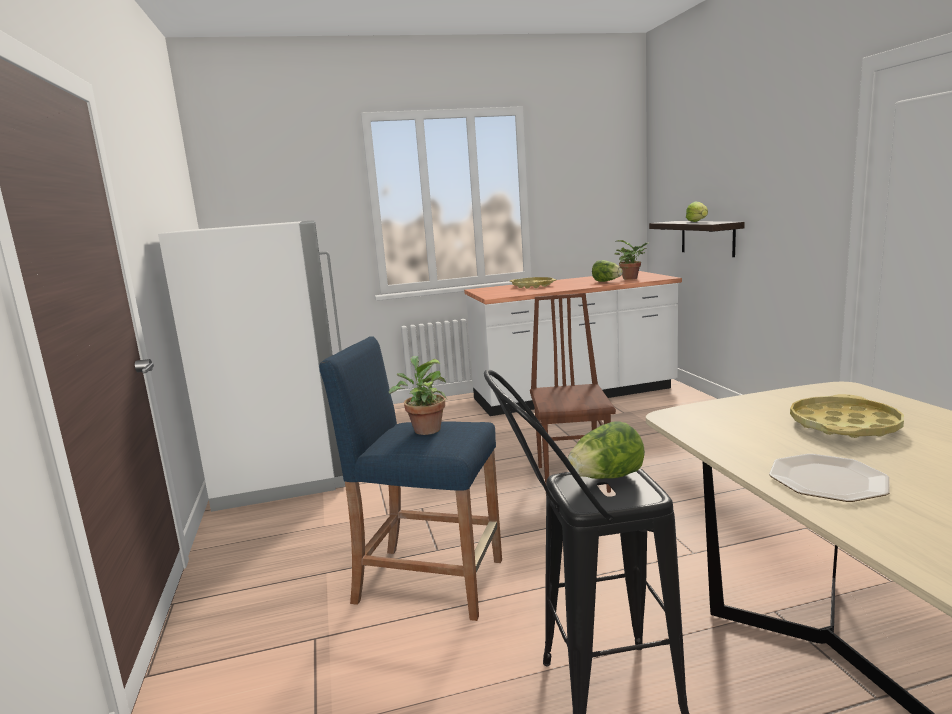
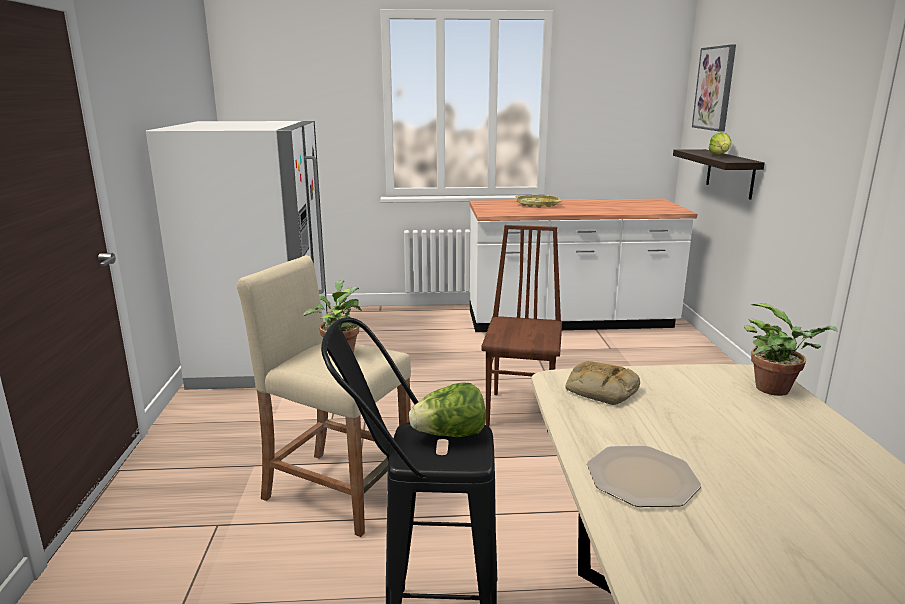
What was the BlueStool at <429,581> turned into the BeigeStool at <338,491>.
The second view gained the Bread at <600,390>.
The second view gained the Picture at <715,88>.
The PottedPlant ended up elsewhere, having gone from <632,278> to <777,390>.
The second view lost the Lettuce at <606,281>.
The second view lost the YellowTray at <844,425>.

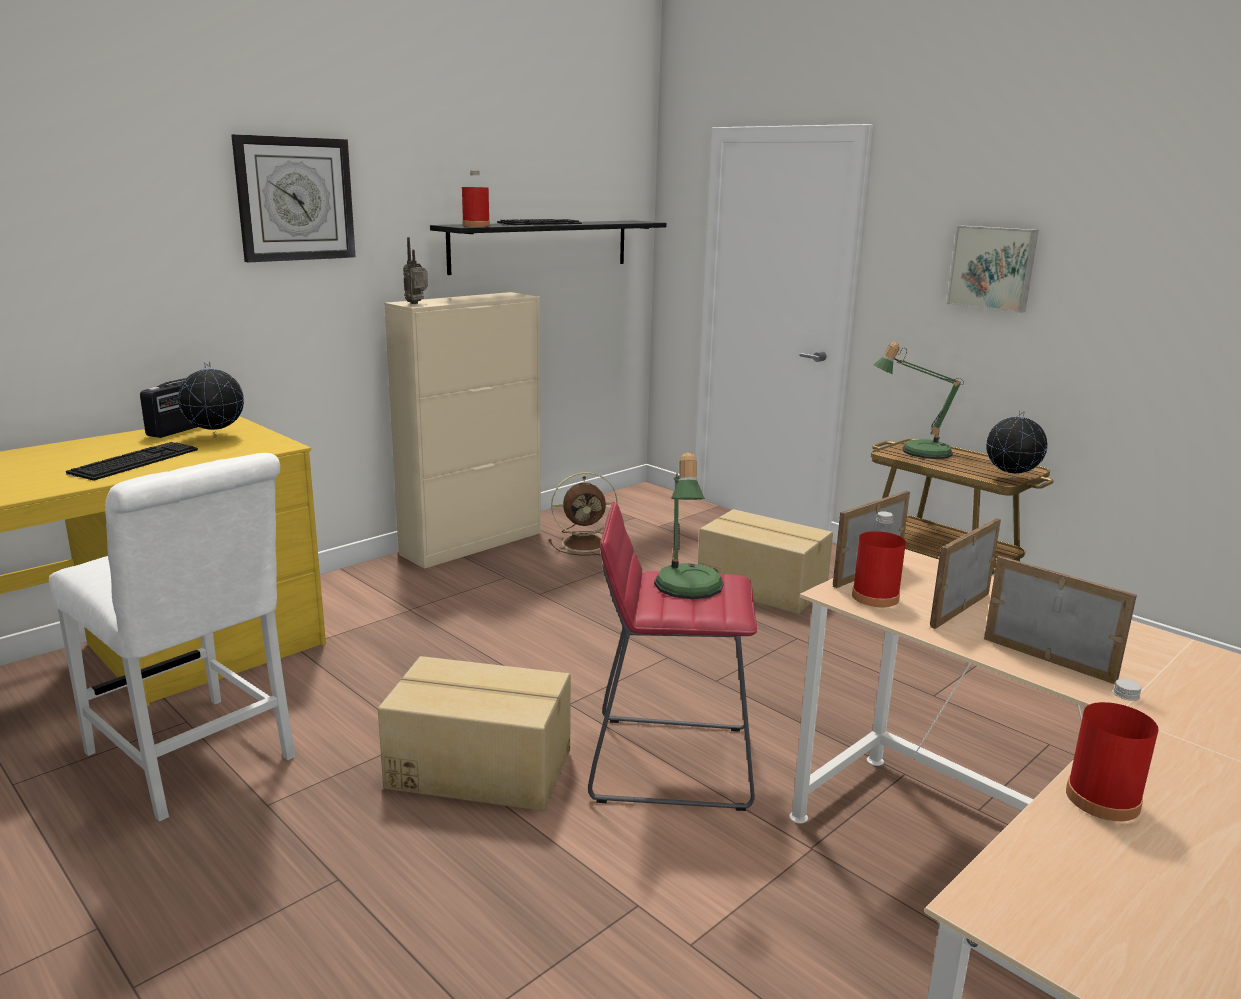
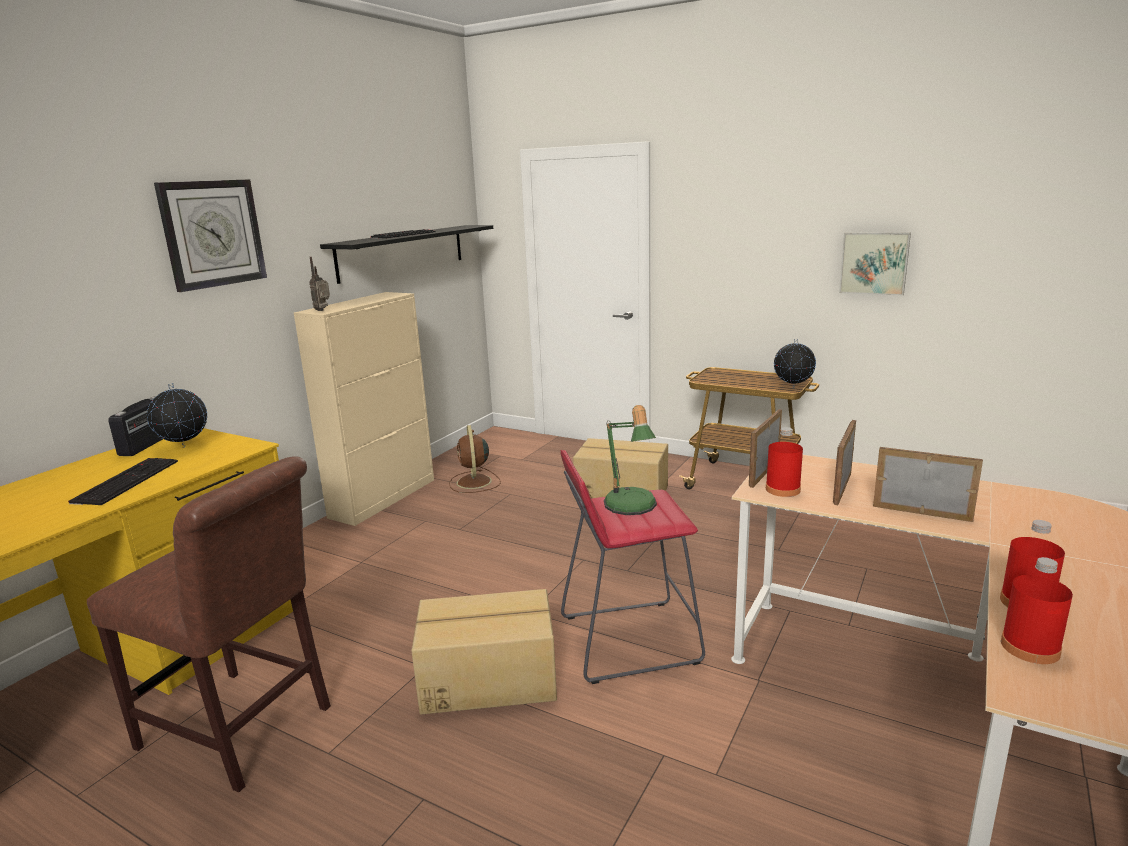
What was the WhiteChair at <195,760> turned into the BrownChair at <242,730>.
The BrownFan at <586,543> ended up facing another way, 105 degrees clockwise from before.
The Picture ended up elsewhere, having gone from <993,268> to <874,263>.
The RedBottle ended up elsewhere, having gone from <476,225> to <1030,647>.
The second view lost the TableLamp at <917,451>.

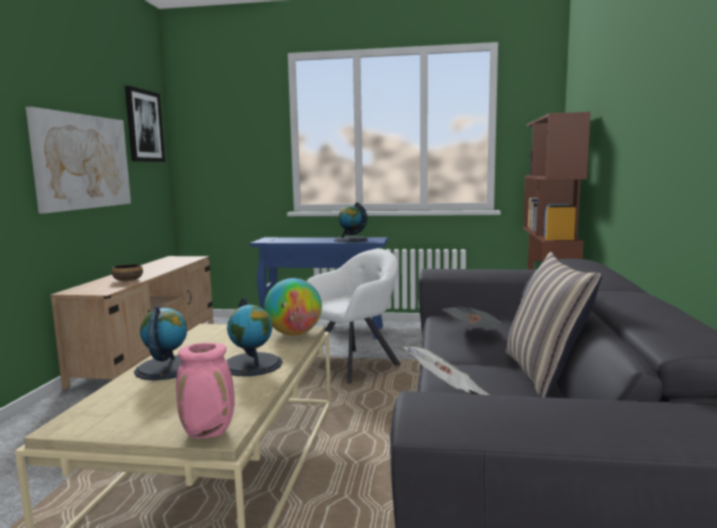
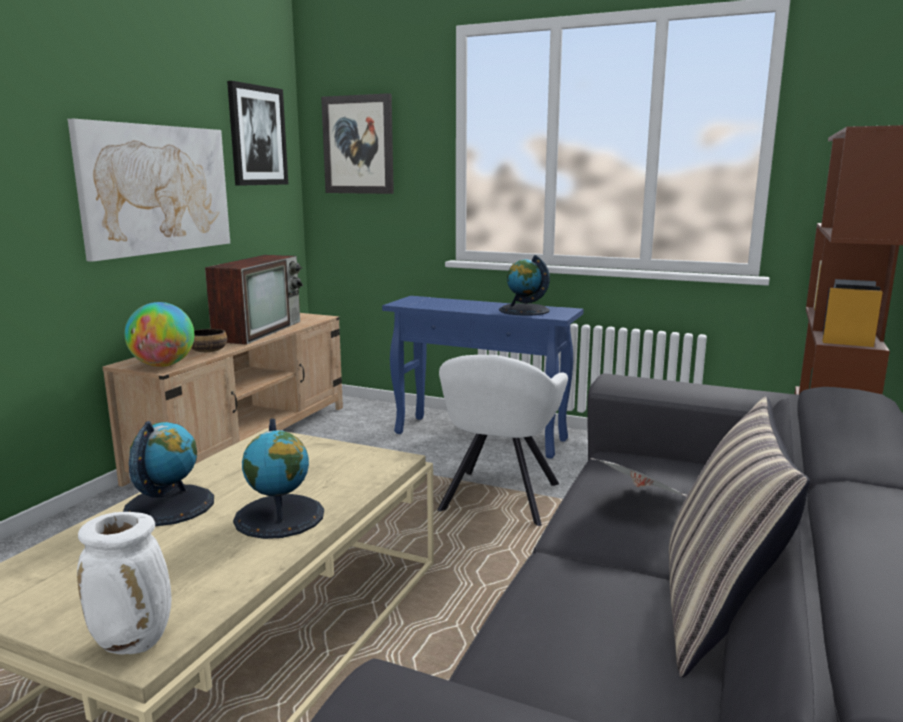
What was the PinkVase at <209,432> turned into the WhiteVase at <135,642>.
The Globe ended up elsewhere, having gone from <294,334> to <163,365>.
The second view gained the Television at <259,330>.
The second view gained the Picture at <358,145>.
The WhiteArmchair at <355,364> ended up facing another way, 135 degrees clockwise from before.
The second view lost the Newspaper at <447,392>.

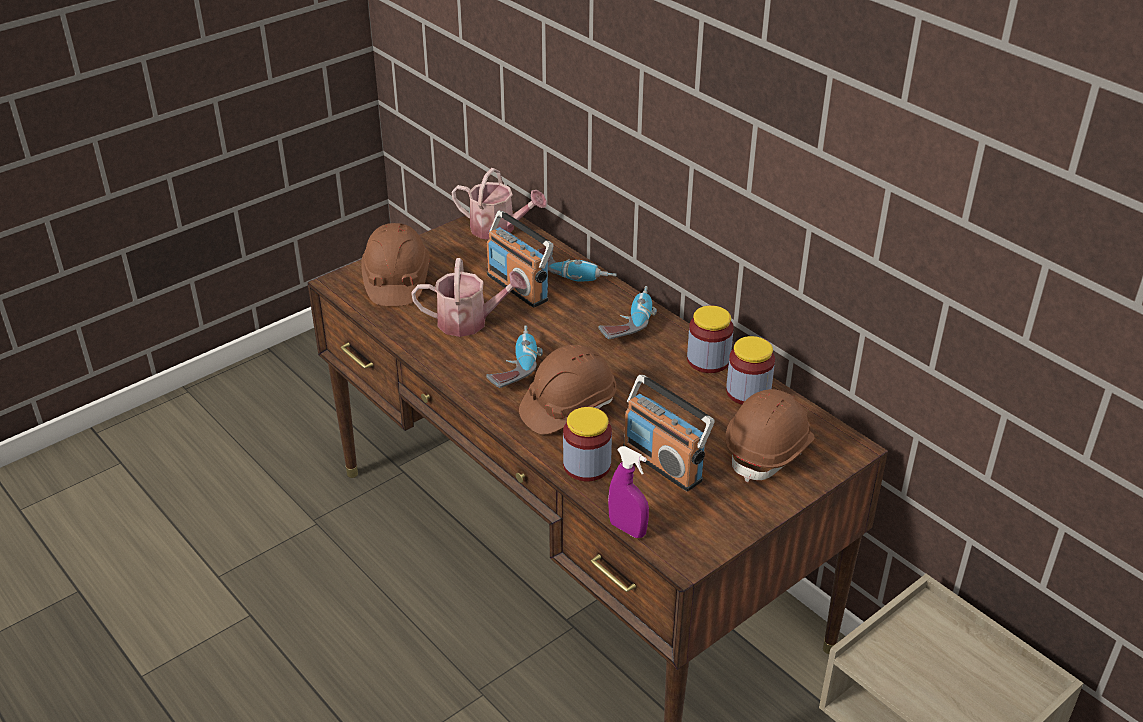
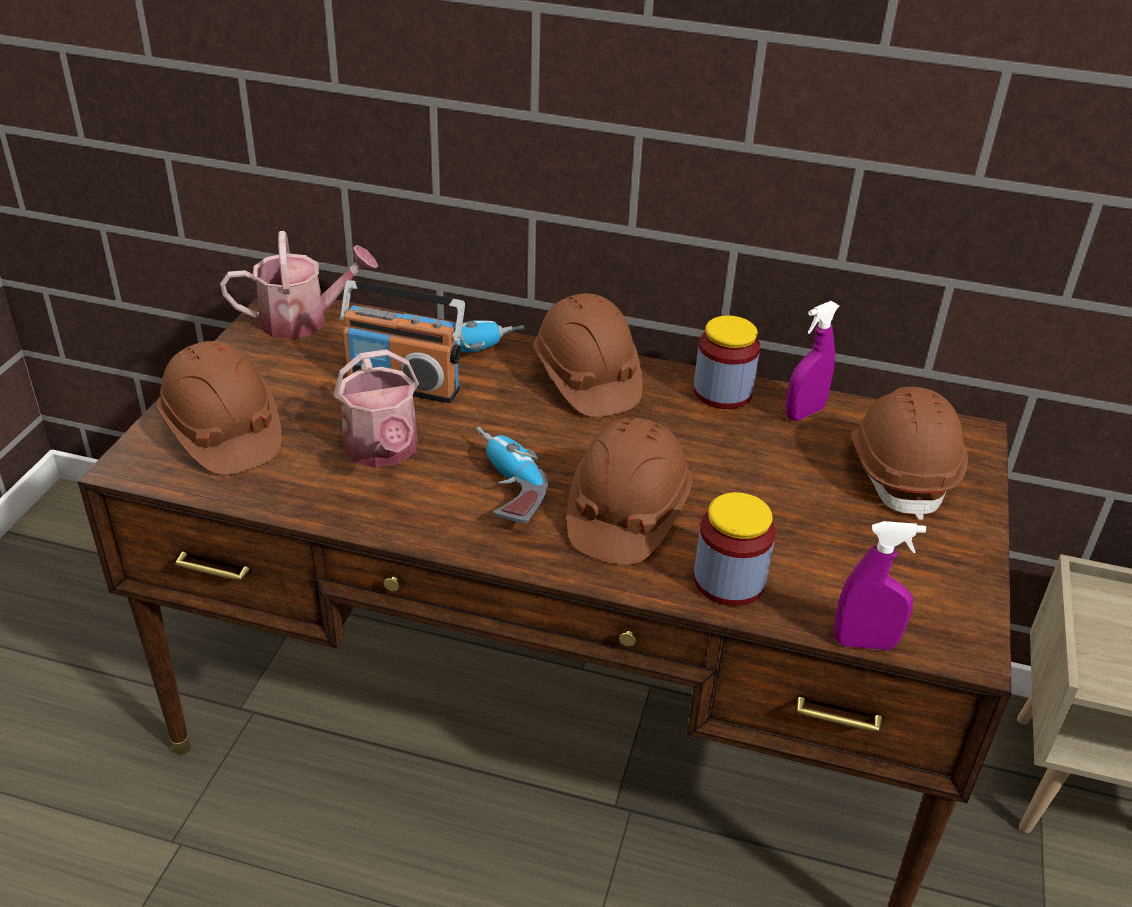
The WateringCan at <470,322> ended up facing another way, 105 degrees clockwise from before.
Where the PowerDrill stood at <629,322>, the BrownHardHat came to stand at <586,380>.
Where the Jar stood at <748,392>, the PurpleSprayBottle came to stand at <804,413>.
The second view lost the Radio at <663,463>.

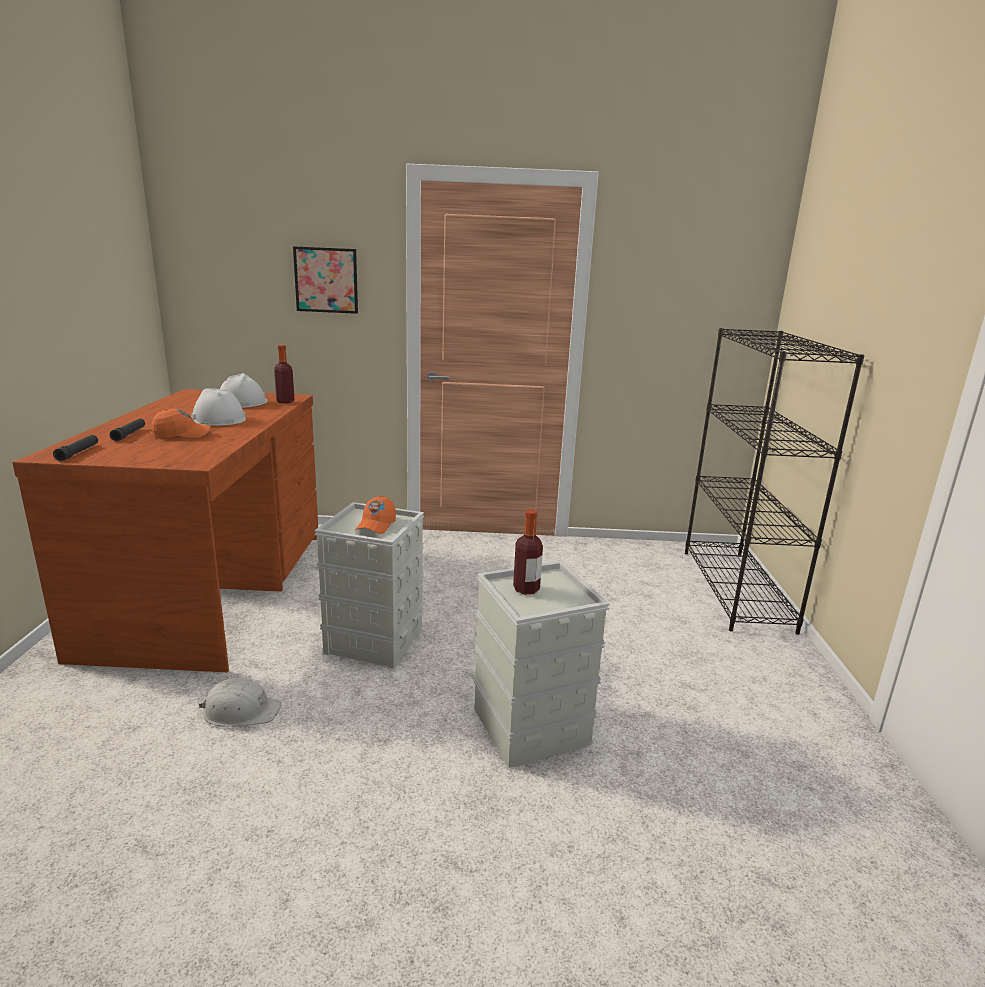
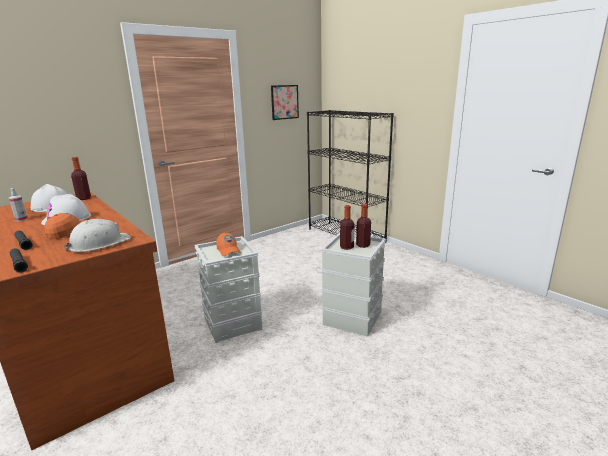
The second view gained the SprayBottle at <21,219>.
The WhiteHardHat ended up elsewhere, having gone from <241,711> to <99,243>.
The Picture ended up elsewhere, having gone from <326,280> to <284,102>.
The second view gained the Bottle at <363,245>.

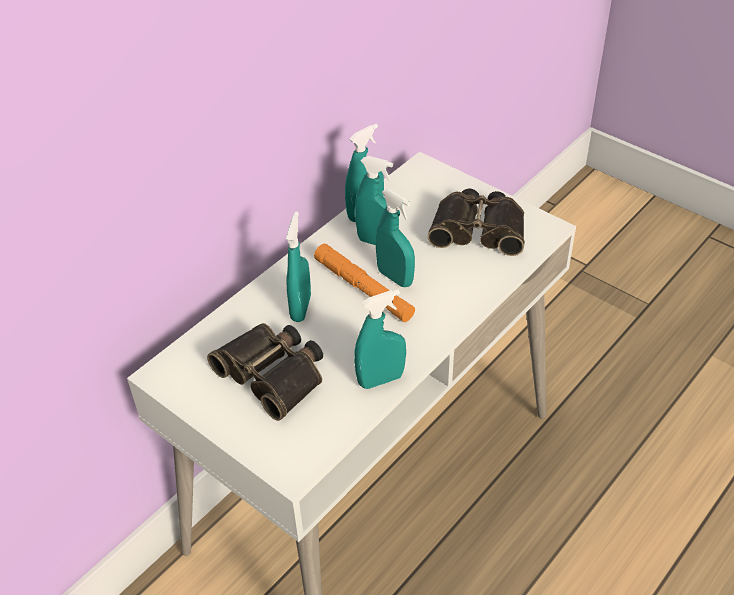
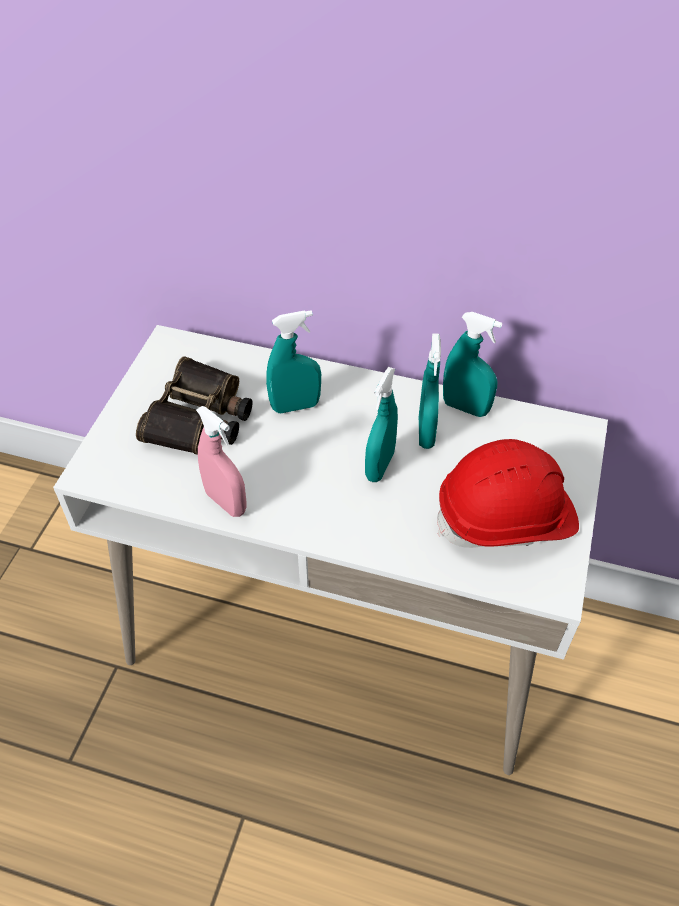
What was the TurquoiseSprayBottle at <381,379> turned into the PinkSprayBottle at <226,502>.
Where the Binoculars stood at <479,229>, the RedHardHat came to stand at <506,518>.
The second view lost the OrangeFlashlight at <363,288>.

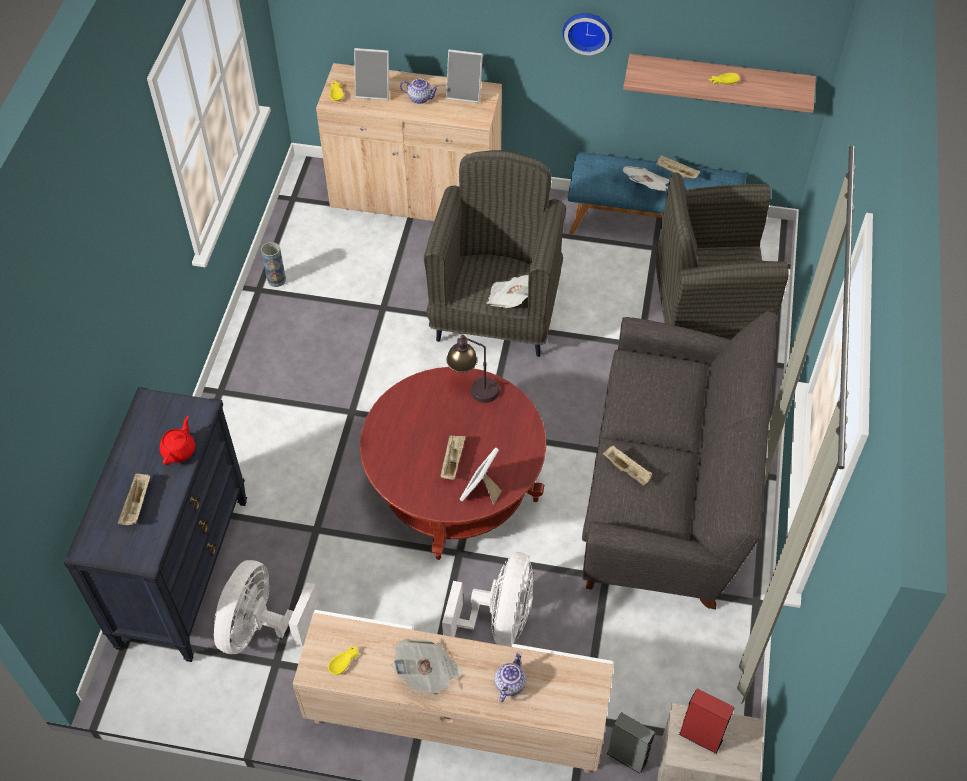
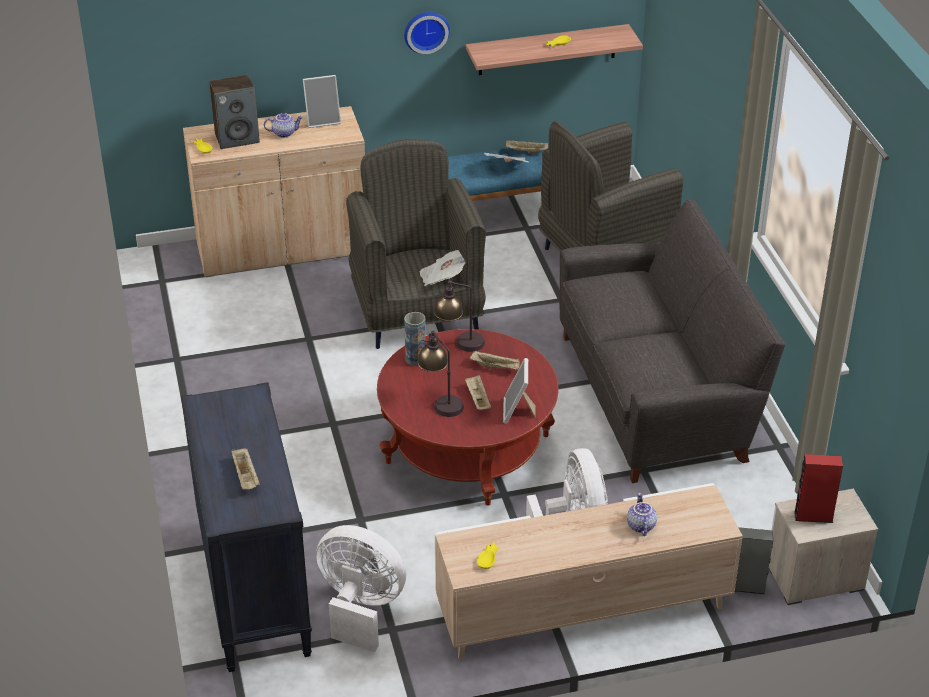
Where the PictureFrame stood at <374,91>, the Speaker came to stand at <237,138>.
The WhiteFan at <261,628> ended up facing another way, 120 degrees clockwise from before.
The Vase ended up elsewhere, having gone from <276,280> to <415,359>.
The second view gained the TableLamp at <440,401>.
The BeigeTray ended up elsewhere, having gone from <627,470> to <496,367>.
The second view lost the RedTeapot at <179,450>.
The second view lost the Newspaper at <428,673>.

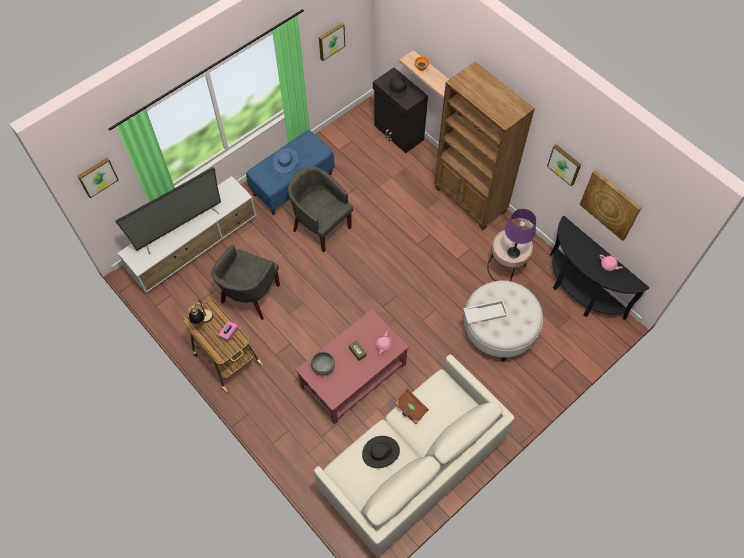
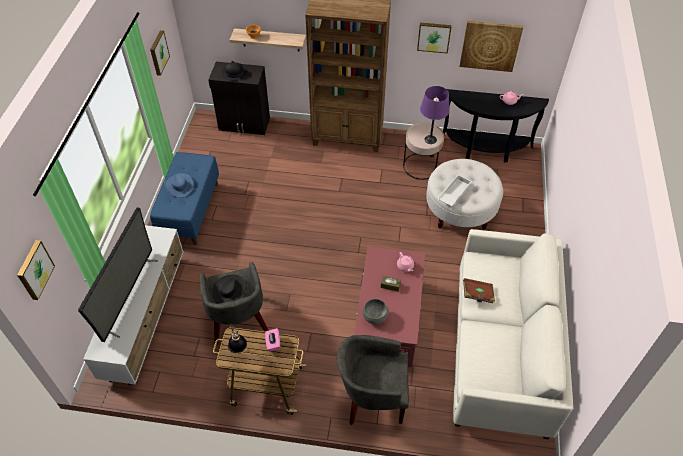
The BlackHat ended up elsewhere, having gone from <381,452> to <230,290>.
The GreyArmchair ended up elsewhere, having gone from <321,226> to <372,398>.

